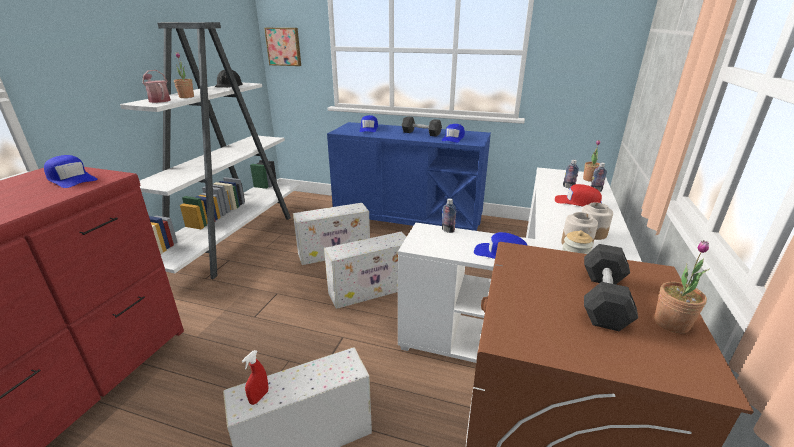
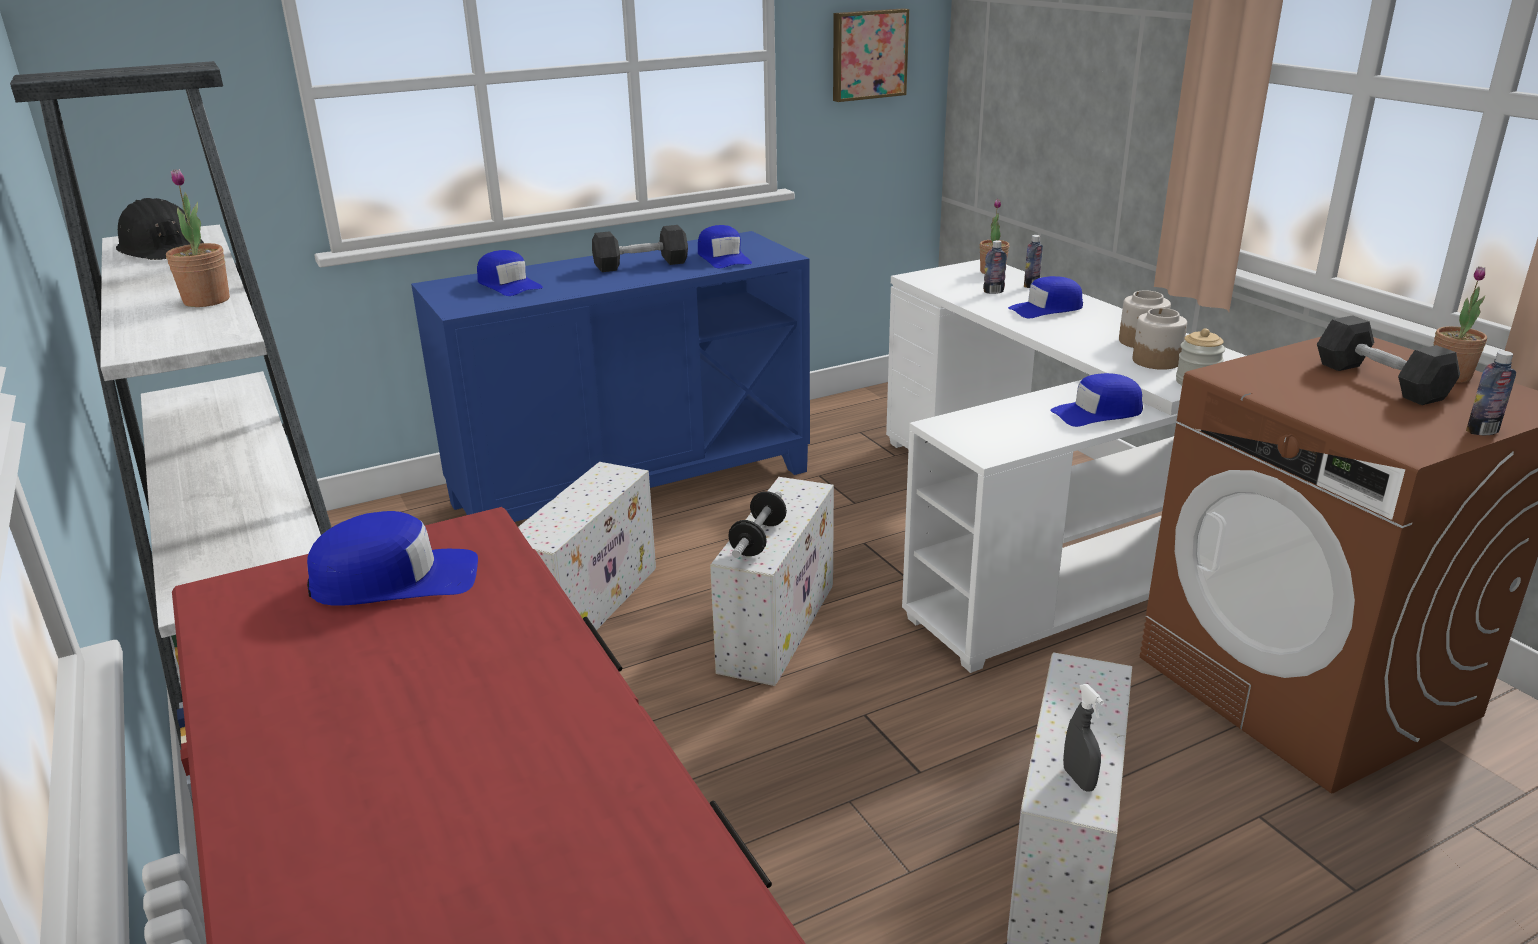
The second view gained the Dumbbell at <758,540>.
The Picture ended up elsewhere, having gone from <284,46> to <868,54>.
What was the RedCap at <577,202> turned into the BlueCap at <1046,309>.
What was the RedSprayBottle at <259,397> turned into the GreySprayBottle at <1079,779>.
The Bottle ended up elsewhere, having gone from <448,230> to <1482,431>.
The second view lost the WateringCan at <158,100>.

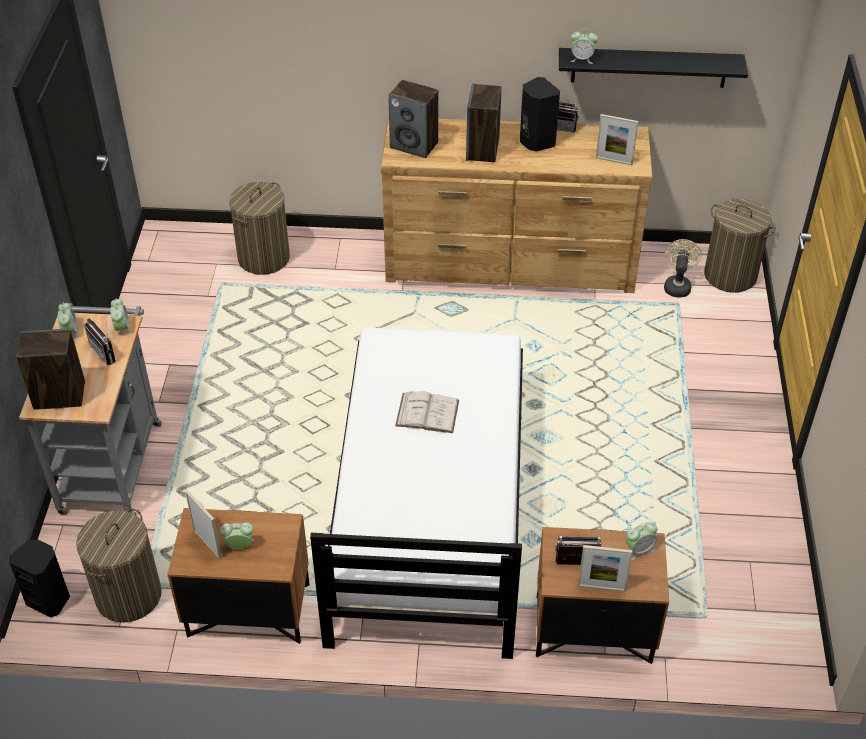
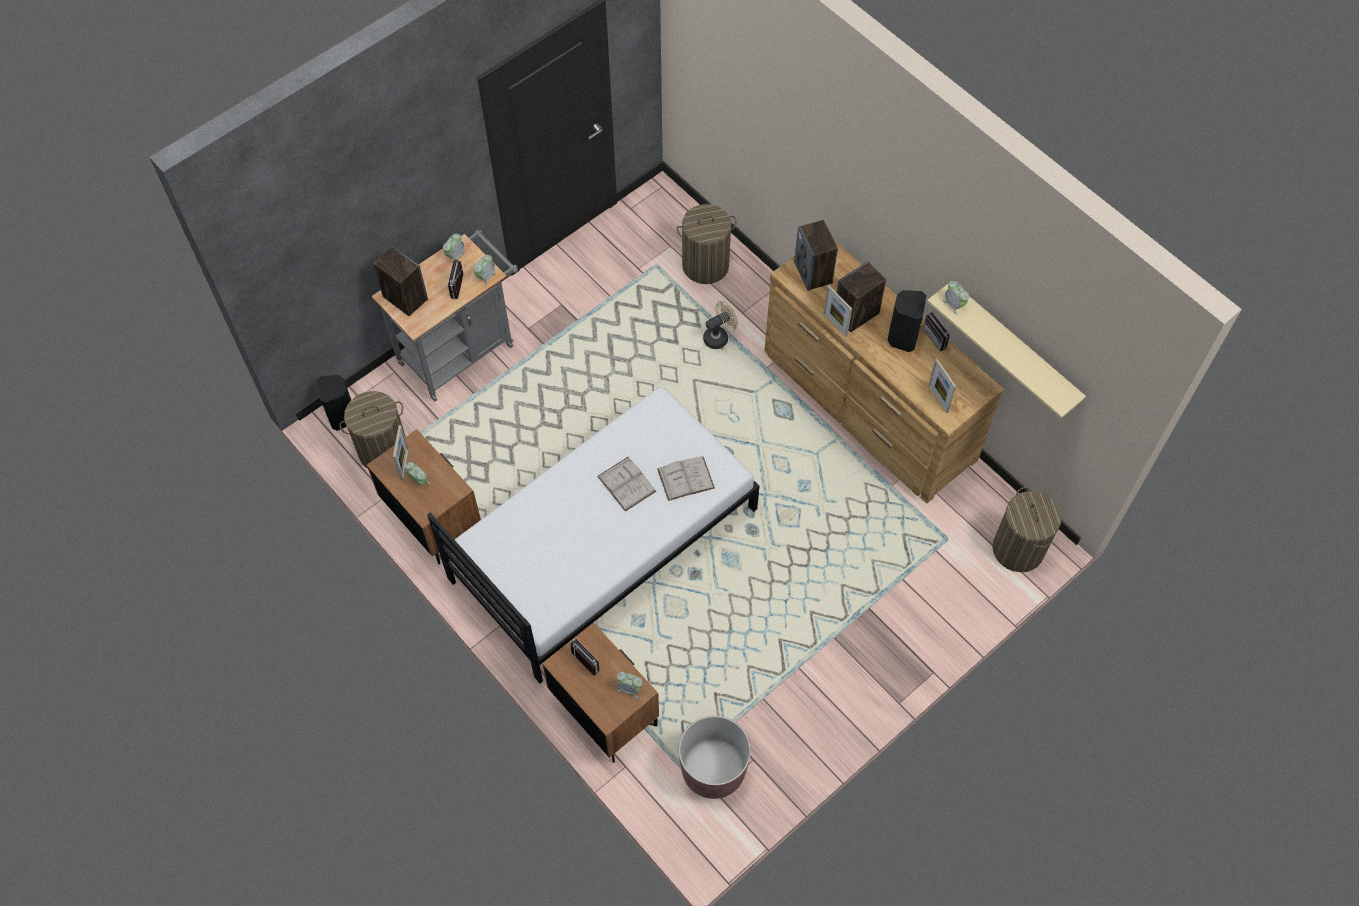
The second view gained the WhiteBook at <685,478>.
The second view gained the BrownPlanter at <713,769>.
The BeigeFan ended up elsewhere, having gone from <677,285> to <719,337>.
The PictureFrame ended up elsewhere, having gone from <601,587> to <835,325>.
What was the BlackShelf at <649,67> turned into the BeigeShelf at <1013,347>.

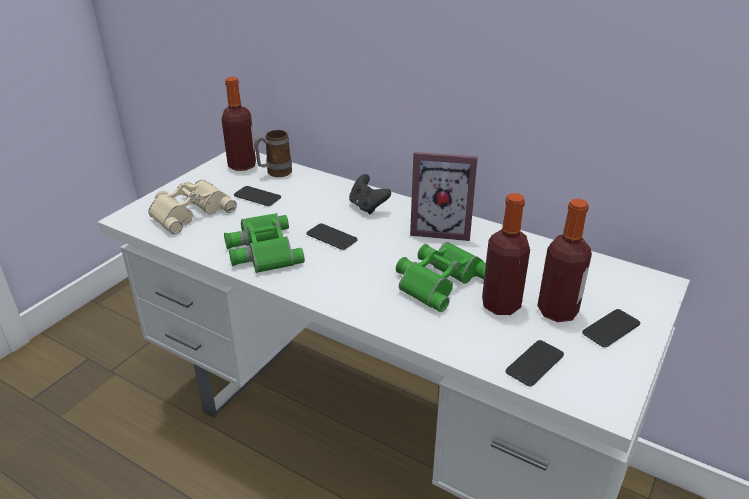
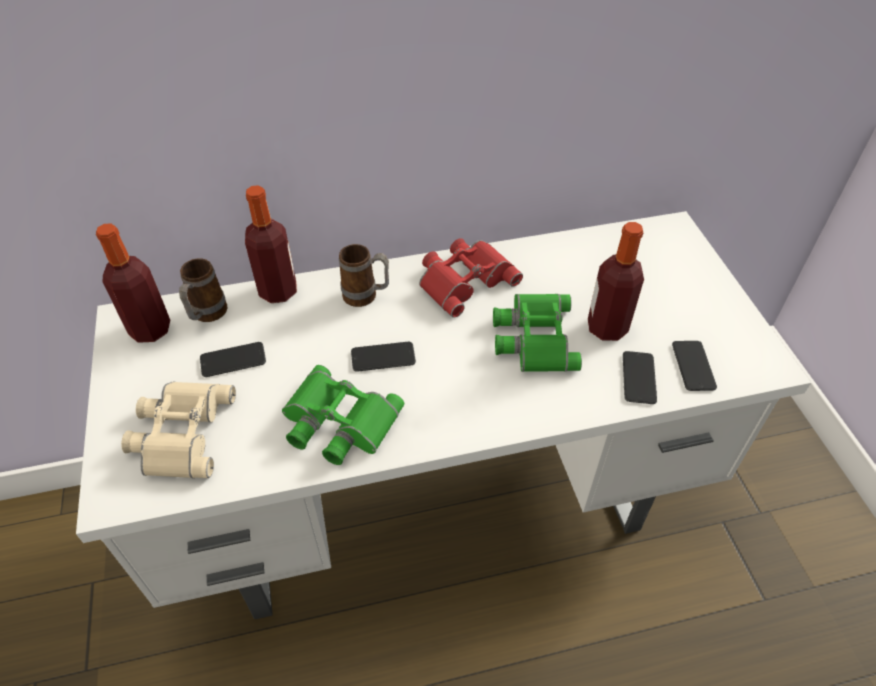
The Bottle ended up elsewhere, having gone from <557,311> to <278,291>.
Where the BlackGameController stood at <367,207>, the Mug came to stand at <366,296>.
Where the PictureFrame stood at <441,229>, the RedBinoculars came to stand at <464,279>.
The Phone ended up elsewhere, having gone from <611,329> to <638,378>.

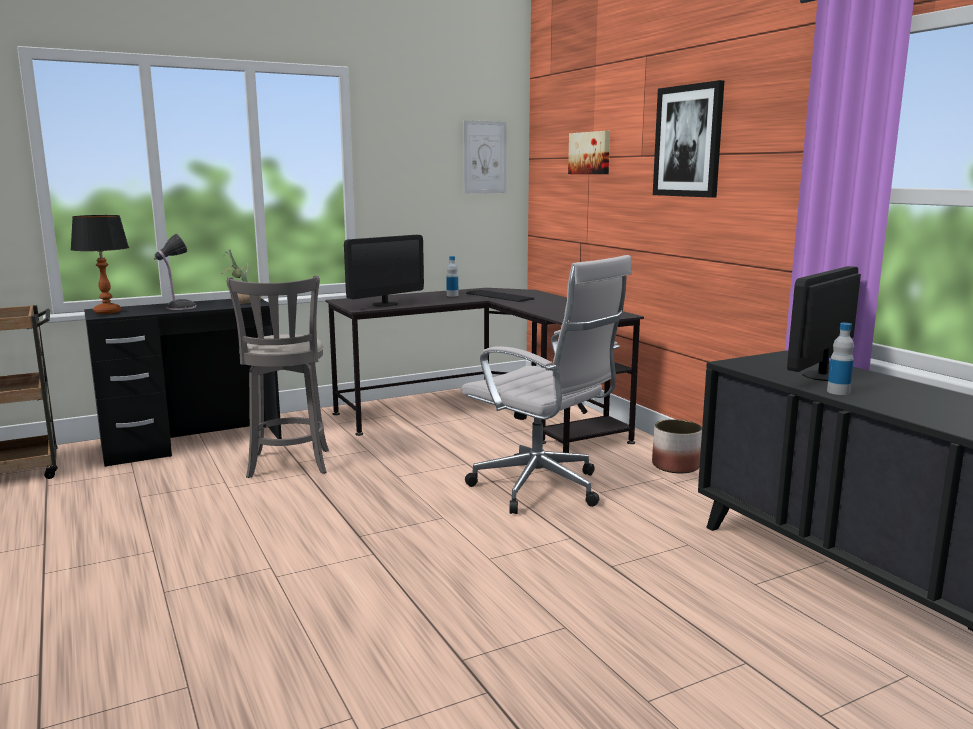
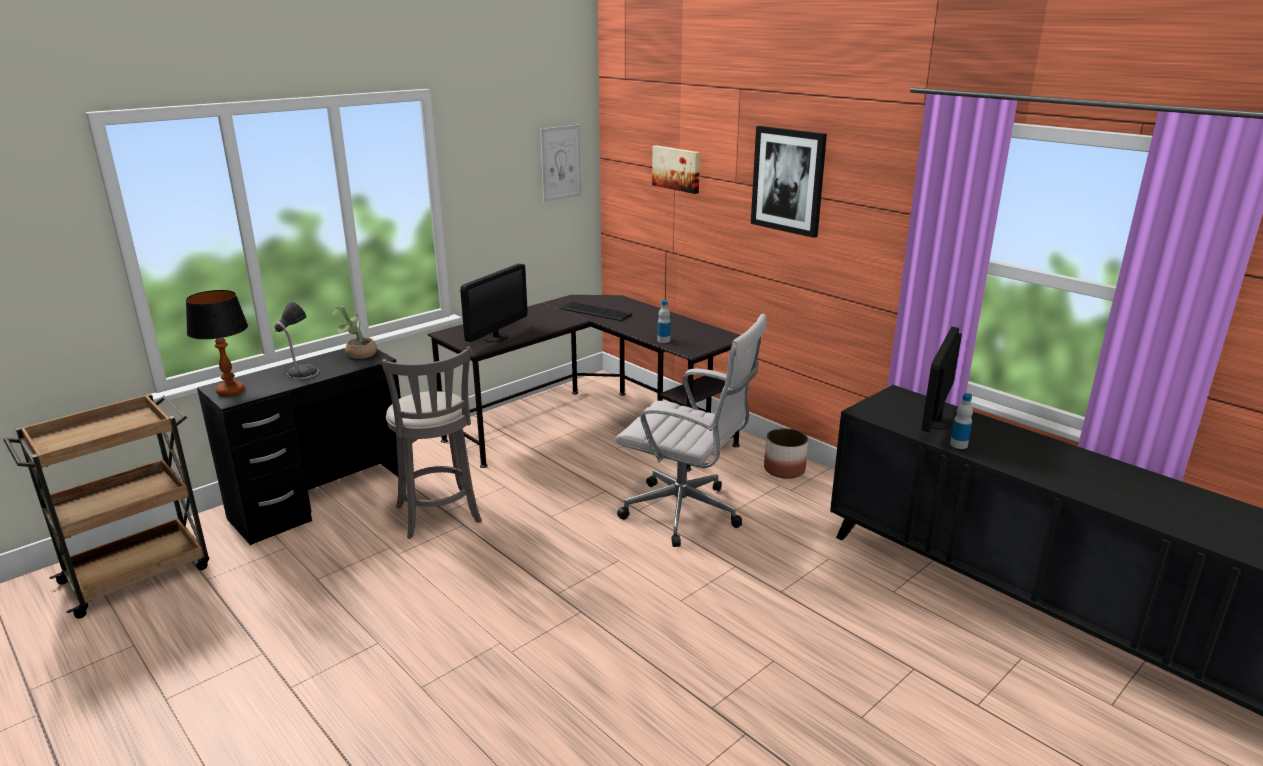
The Bottle ended up elsewhere, having gone from <452,295> to <663,340>.

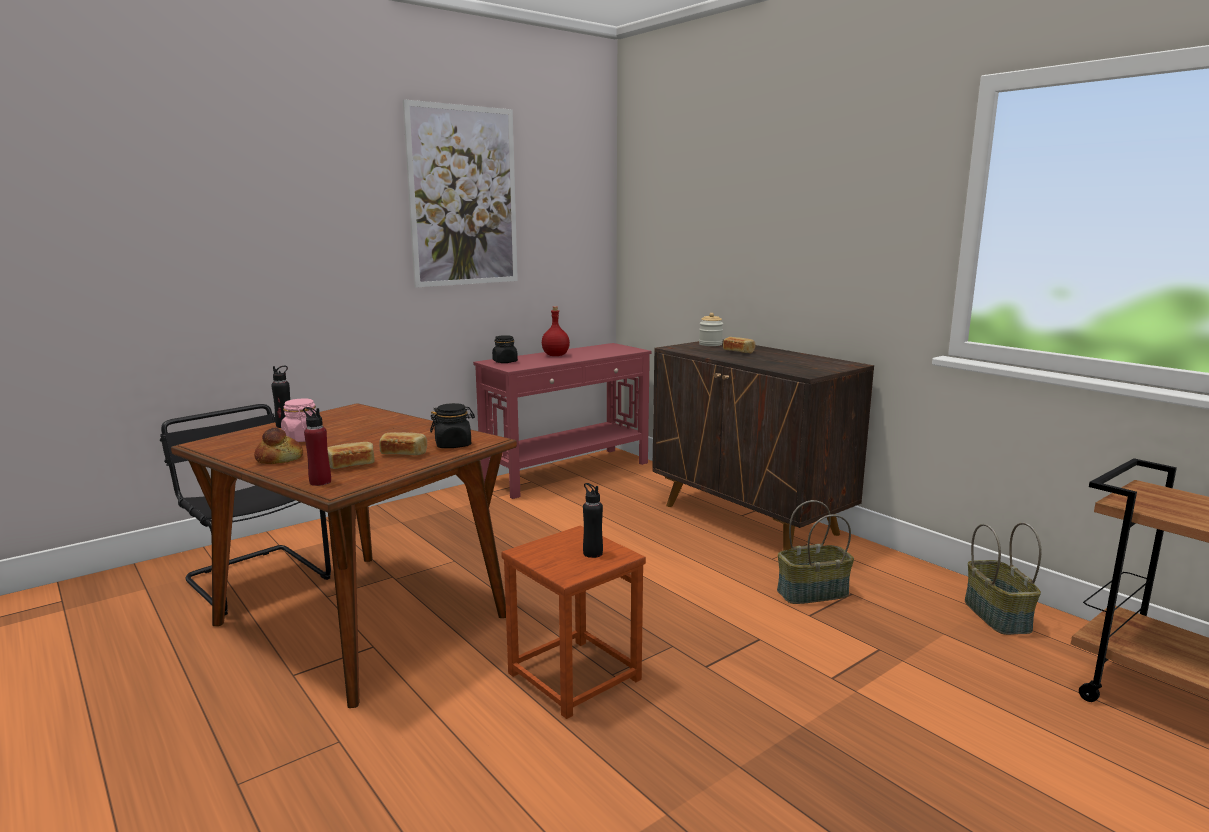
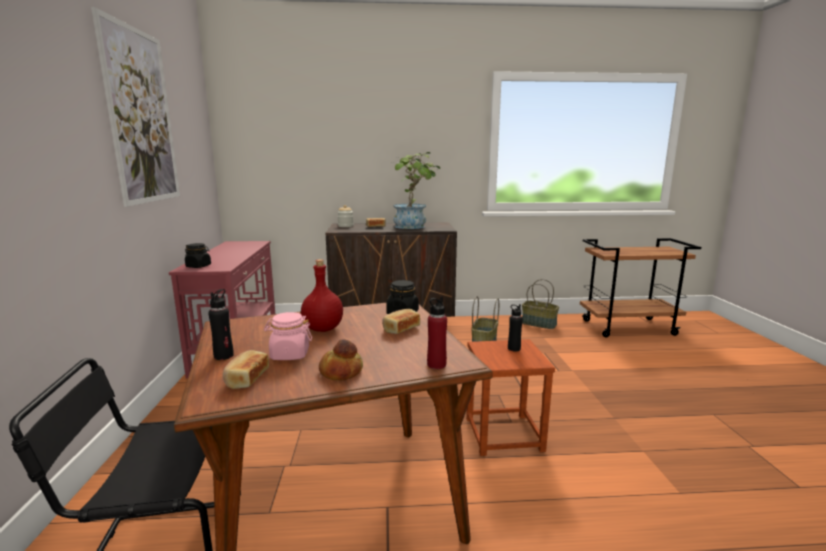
The Bread ended up elsewhere, having gone from <351,465> to <246,379>.
The RedBottle ended up elsewhere, having gone from <556,355> to <323,328>.
The second view gained the PottedPlant at <414,226>.

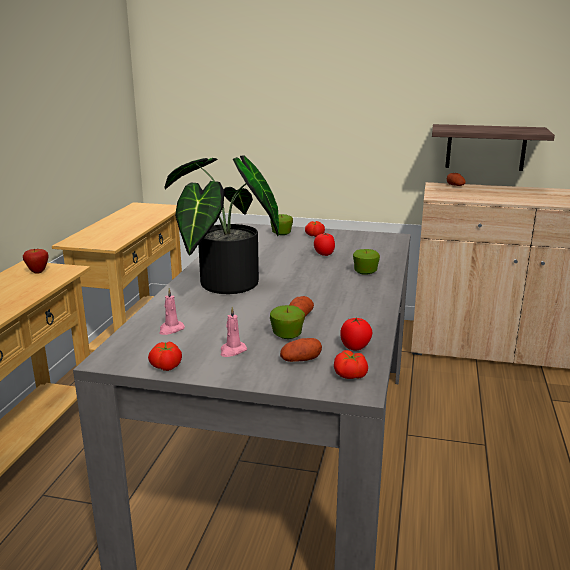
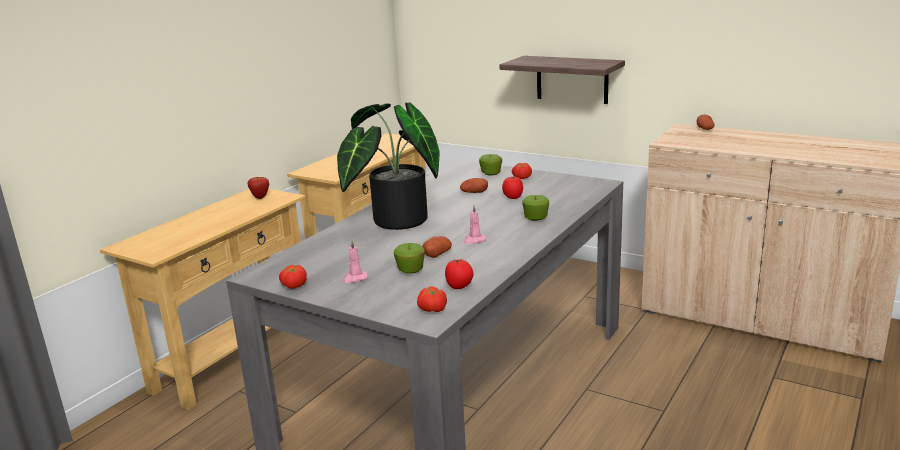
The Potato ended up elsewhere, having gone from <300,360> to <474,192>.
The PinkCandle ended up elsewhere, having gone from <171,329> to <474,240>.
The Shelf ended up elsewhere, having gone from <486,147> to <572,79>.

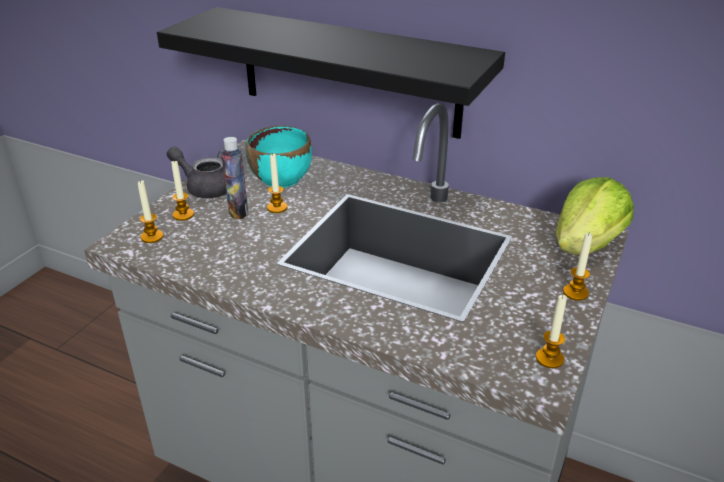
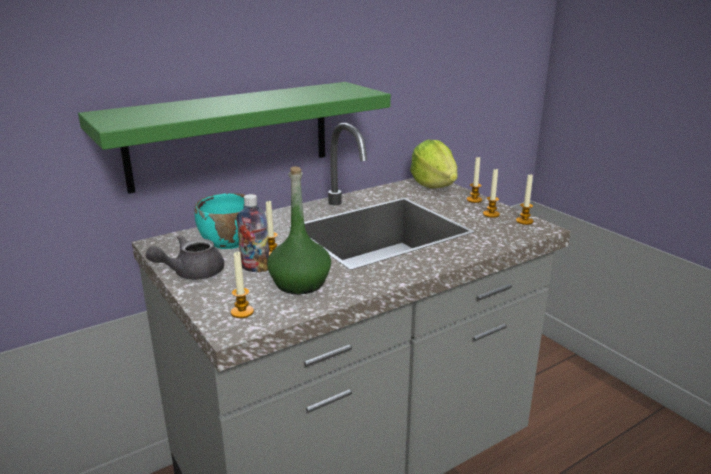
What was the BlackShelf at <348,72> turned into the GreenShelf at <231,135>.
The second view gained the GreenBottle at <300,283>.
The Candle ended up elsewhere, having gone from <183,215> to <491,214>.

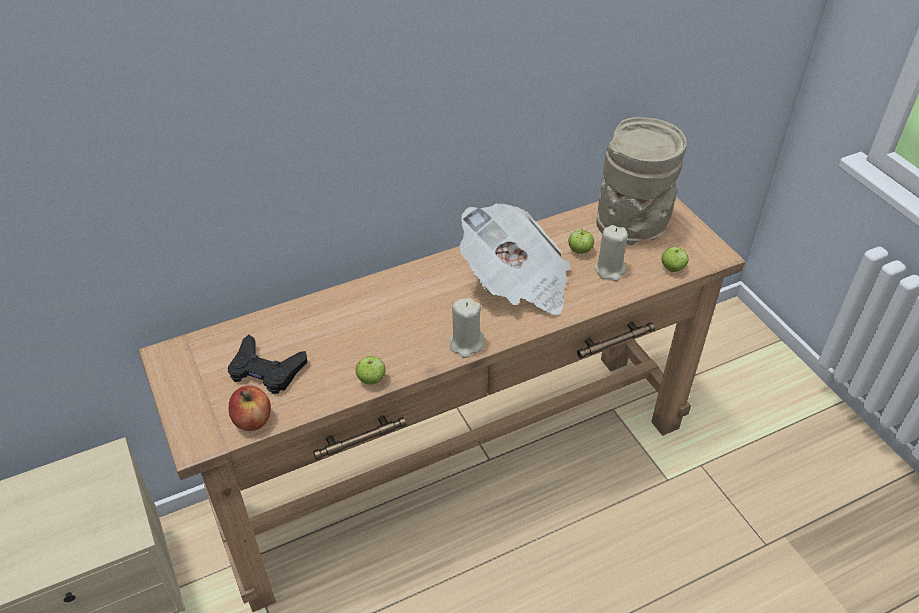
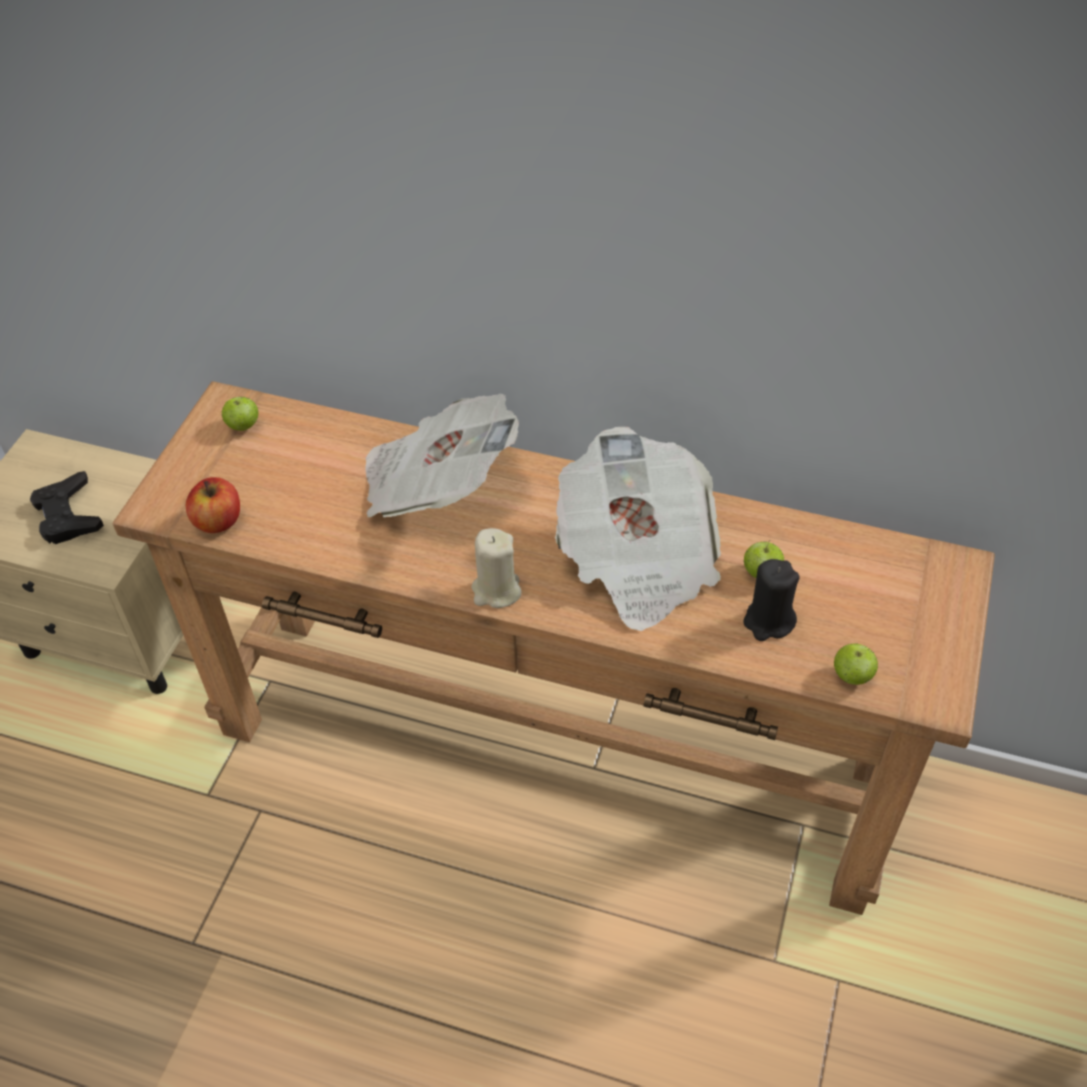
The BlackGameController ended up elsewhere, having gone from <266,370> to <68,515>.
The Apple ended up elsewhere, having gone from <371,379> to <243,426>.
The second view gained the Newspaper at <437,485>.
What was the BeigeCandle at <610,270> turned into the BlackCandle at <768,621>.
The second view lost the BeigeVase at <633,225>.

